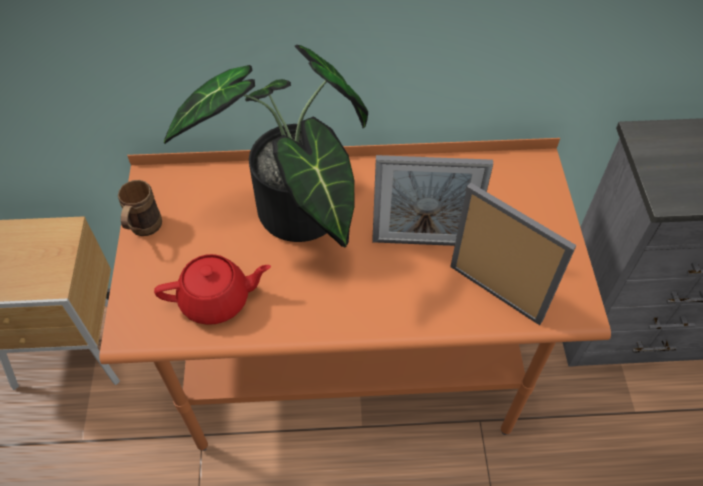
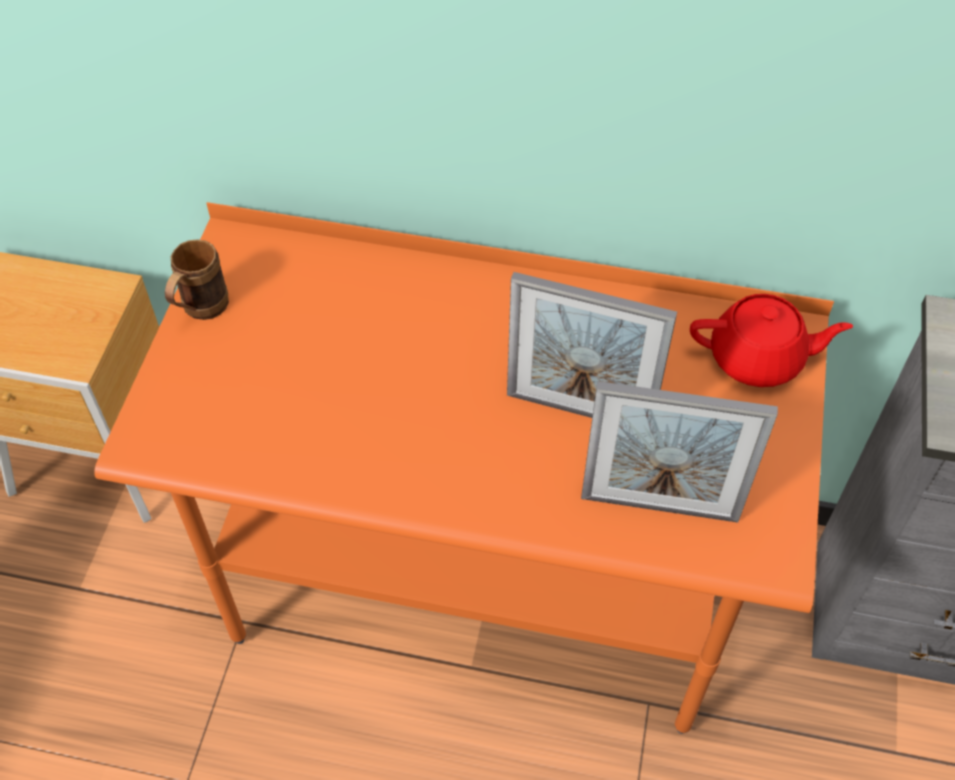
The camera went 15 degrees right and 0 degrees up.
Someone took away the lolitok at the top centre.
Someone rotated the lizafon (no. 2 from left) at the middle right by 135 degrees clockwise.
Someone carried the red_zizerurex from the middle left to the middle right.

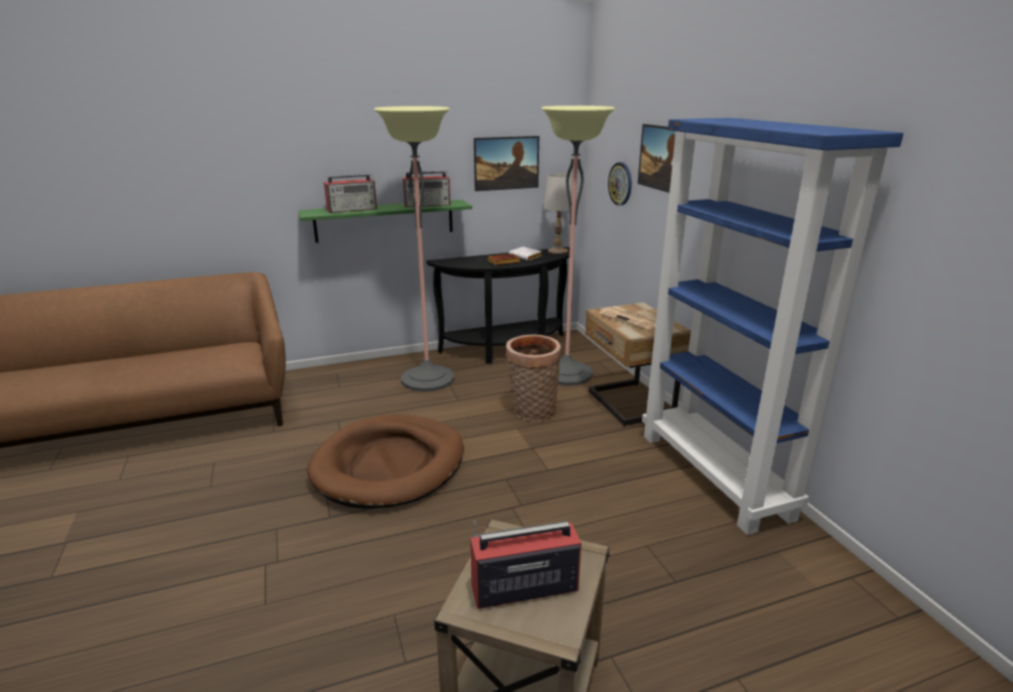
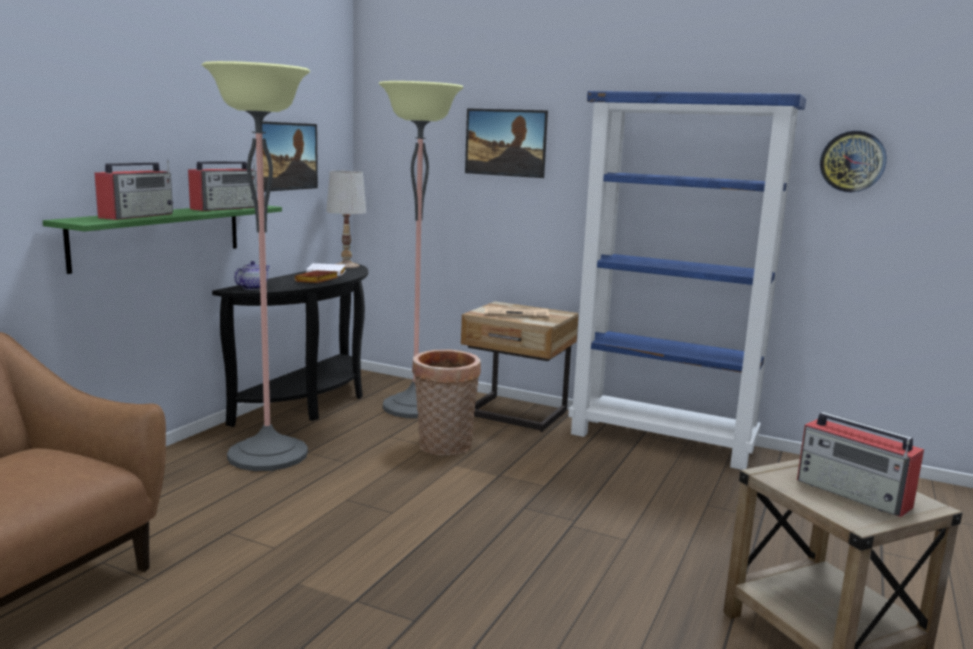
The camera went 45 degrees left and 10 degrees down.
Someone carried the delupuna from the top centre to the top right.
Someone took away the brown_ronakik at the centre.
Someone rotated the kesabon (no. 3 from left) at the bottom centre by 75 degrees counterclockwise.
Someone put down the zizerurex at the middle left.

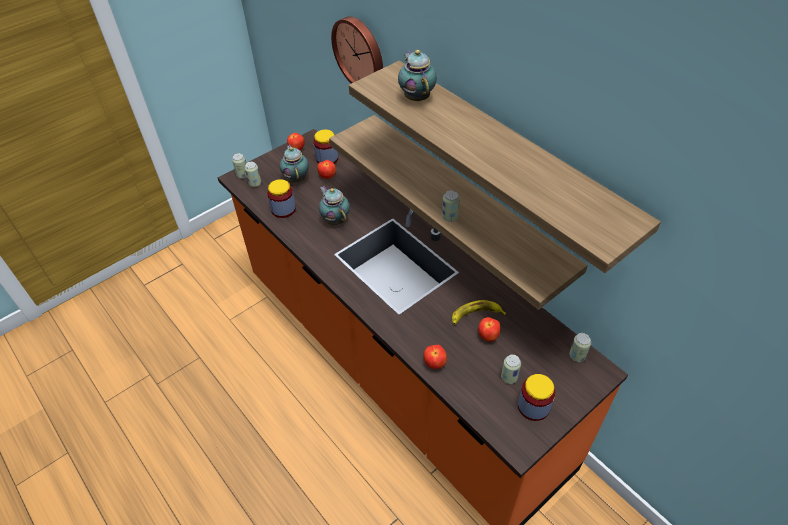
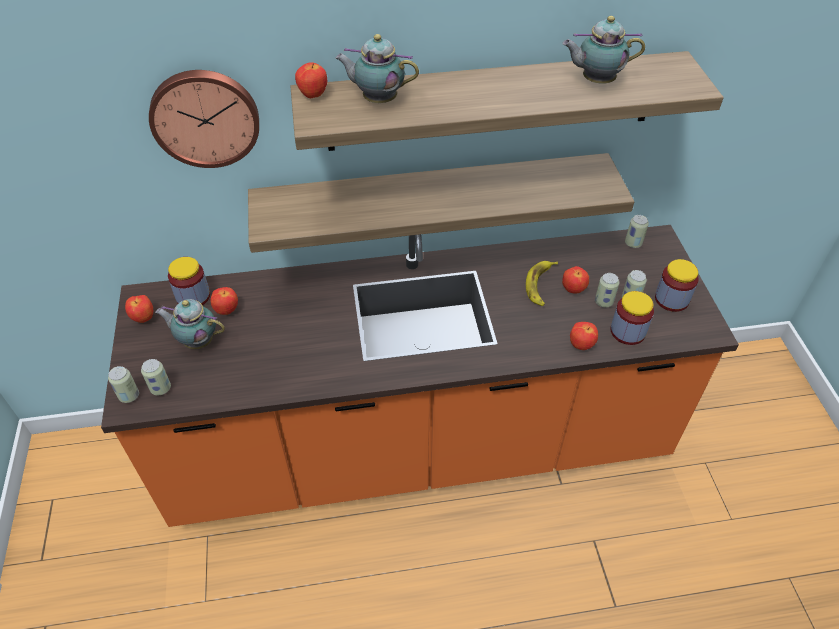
The camera went 60 degrees left and 0 degrees up.
Someone carried the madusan (no. 1 from left in the first image) from the centre to the middle right.
Someone carried the zizerurex (no. 2 from left in the first image) from the centre to the top right.
Someone carried the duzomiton (no. 3 from left) from the centre to the middle right.
Someone put down the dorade (no. 3 from left) at the top centre.

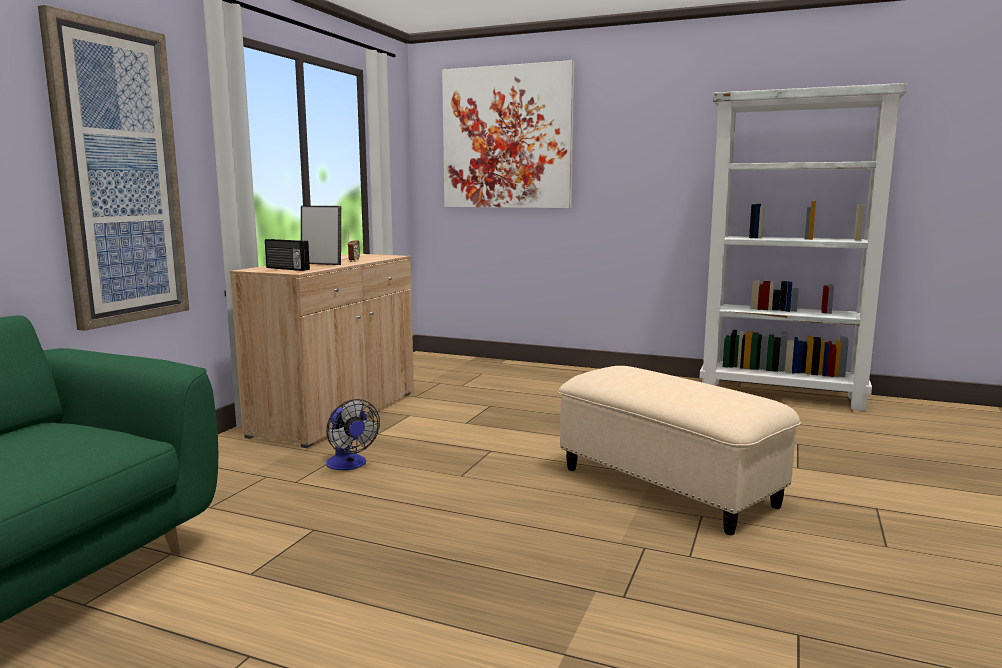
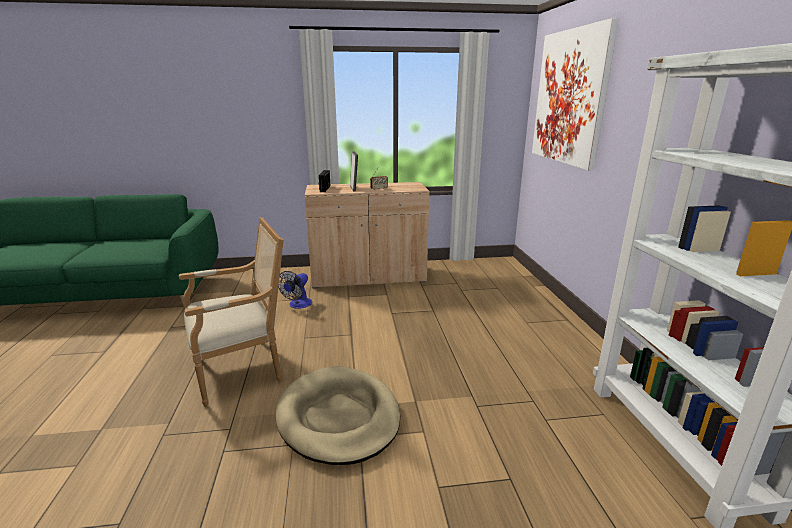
The camera went 60 degrees right and 10 degrees up.
Someone took away the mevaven (no. 1 from left) at the top left.
Someone swapped the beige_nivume at the bottom right for the beige_ronakik at the bottom centre.
Someone put down the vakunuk at the middle left.

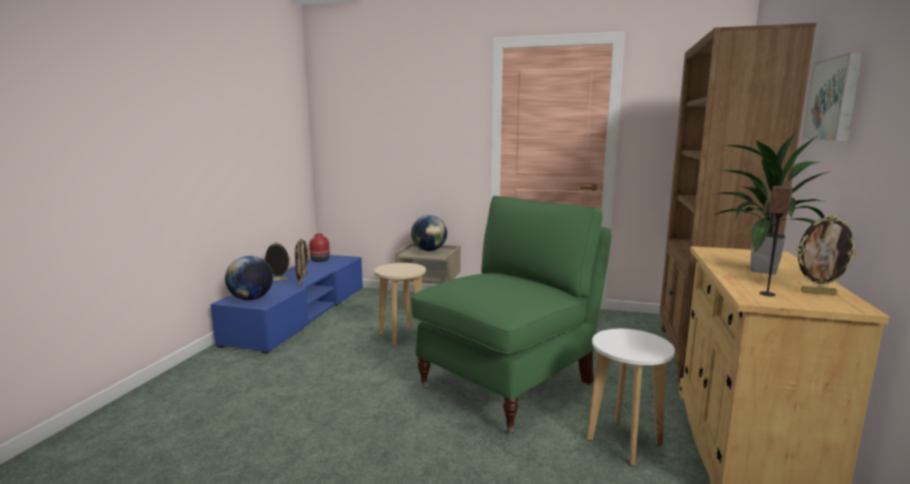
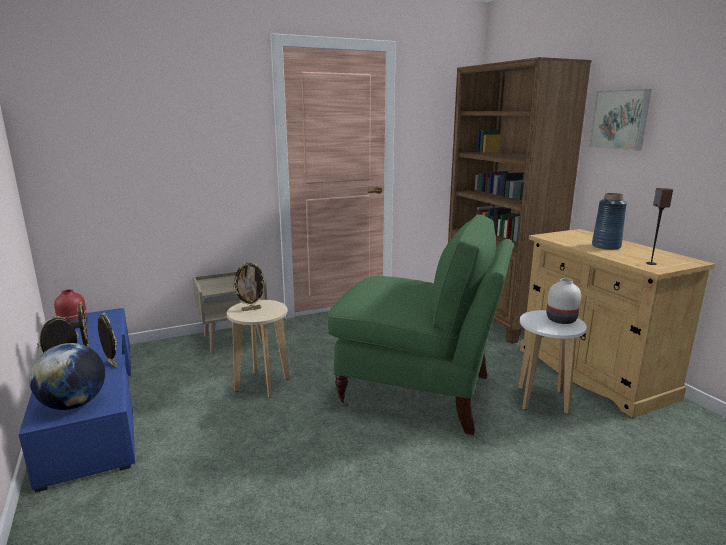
The camera went 40 degrees left and 5 degrees up.
Someone swapped the lolitok at the middle right for the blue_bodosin at the middle right.
Someone rotated the green_vakunuk at the centre by 105 degrees clockwise.
Someone carried the lizafon (no. 4 from left) from the middle right to the centre.
Someone took away the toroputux (no. 2 from left) at the centre.
Someone put down the white_bodosin at the middle right.

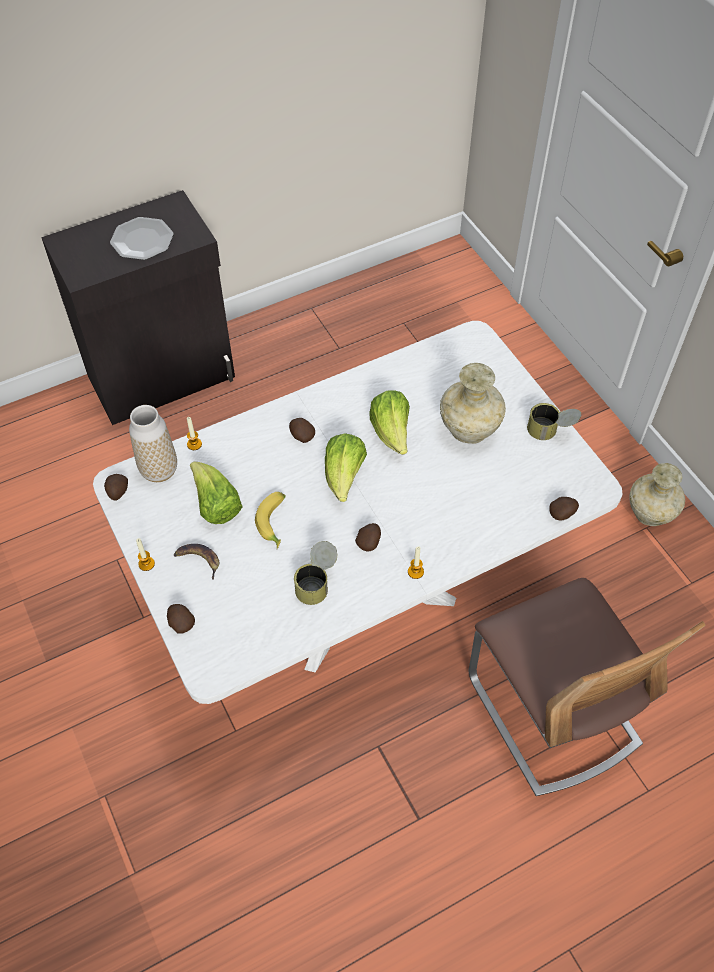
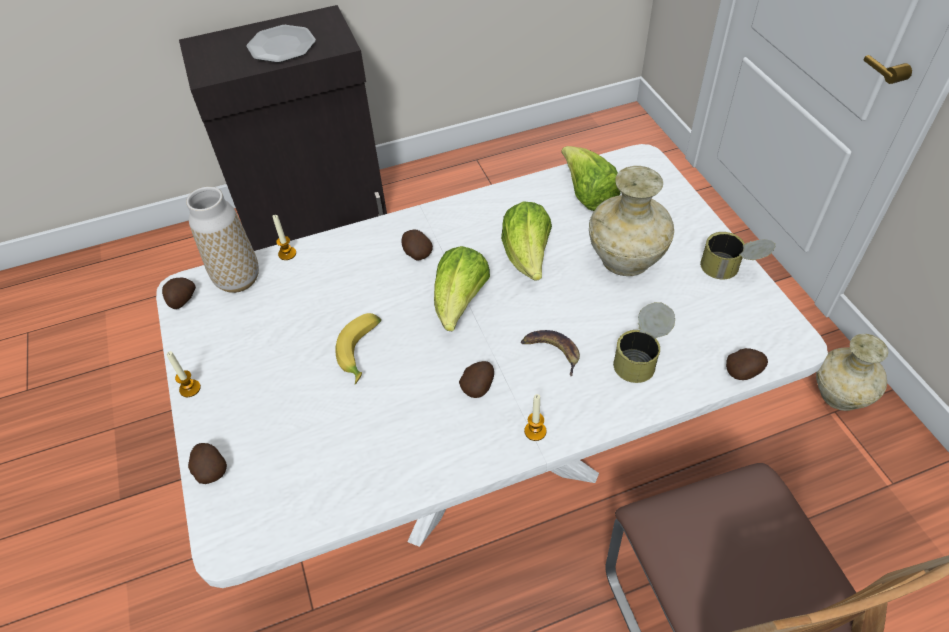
The camera went 10 degrees right and 5 degrees down.
Someone carried the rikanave (no. 1 from left in the first image) from the middle left to the top centre.
Someone carried the duzomiton (no. 1 from left) from the centre to the middle right.
Someone carried the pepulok (no. 1 from left in the first image) from the middle left to the centre.

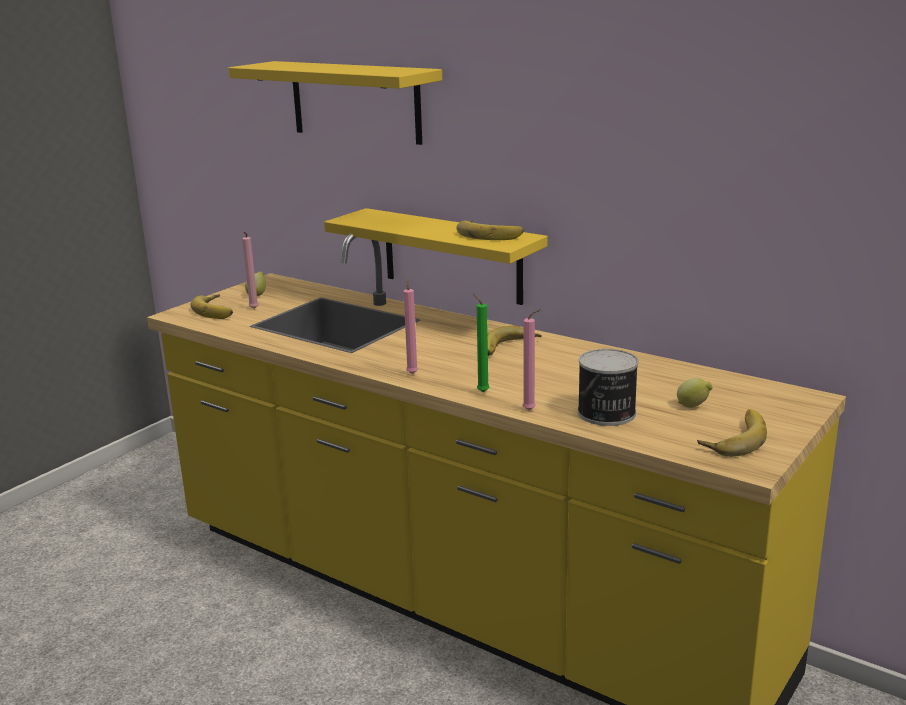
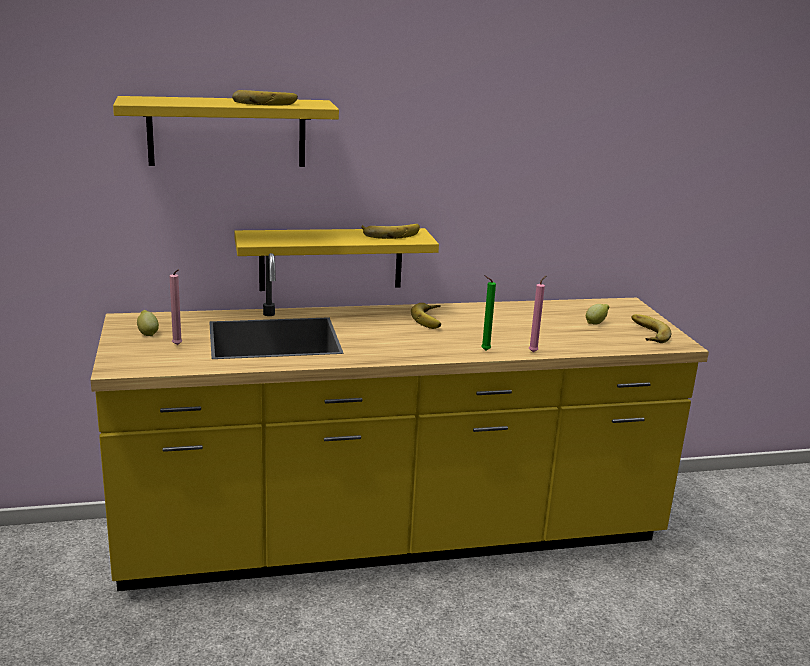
The camera went 50 degrees left and 0 degrees up.
Someone took away the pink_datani (no. 2 from left) at the centre.
Someone carried the pepulok (no. 1 from left) from the middle left to the top left.
Someone took away the duzomiton at the middle right.

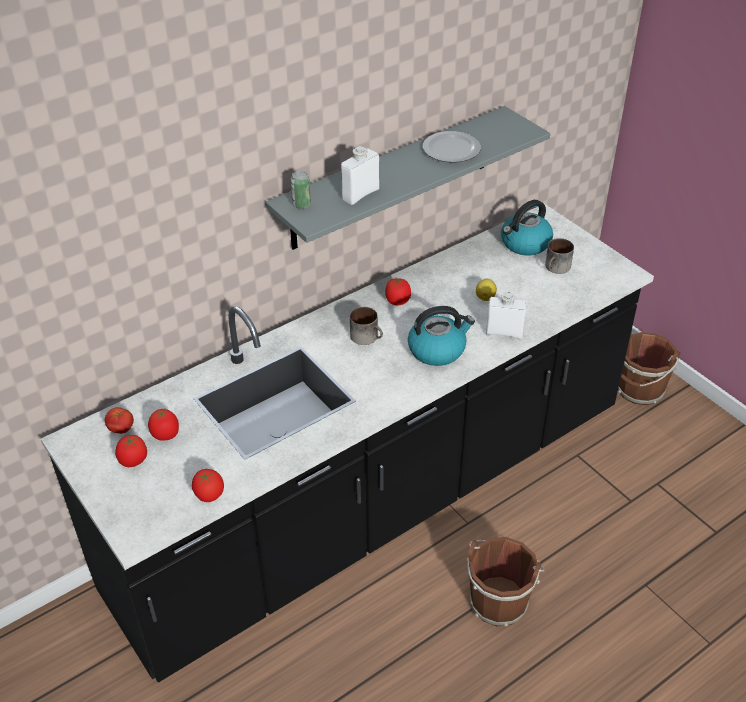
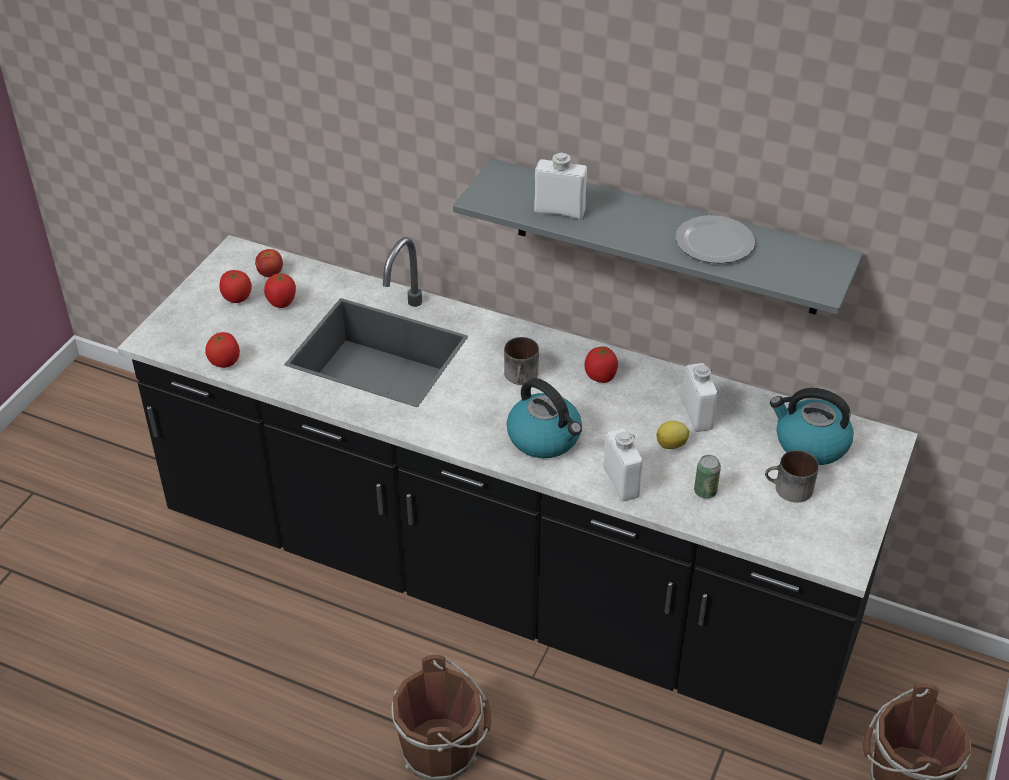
The camera went 60 degrees right and 0 degrees up.
Someone carried the duzomiton from the top centre to the middle right.
Someone put down the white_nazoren (no. 3 from left) at the middle right.

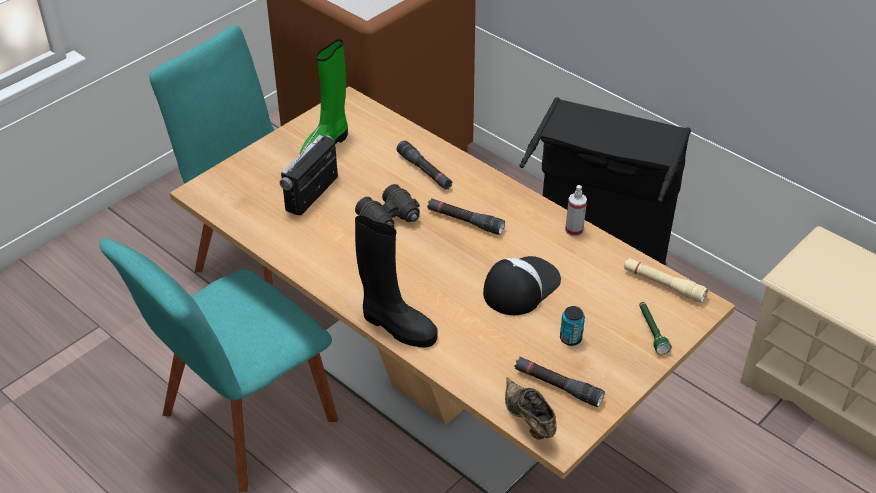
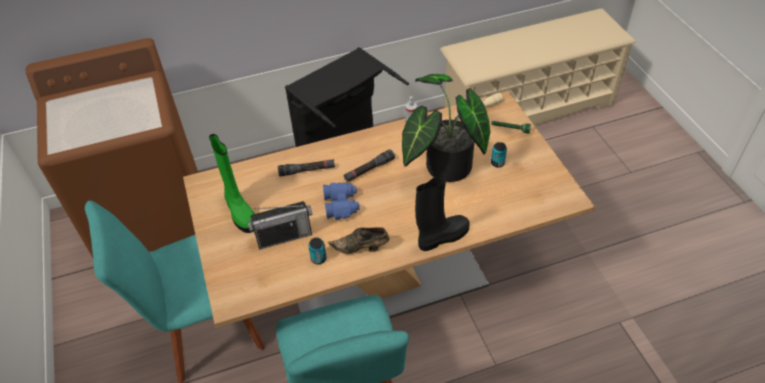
The camera went 60 degrees left and 5 degrees up.
Someone rotated the kesabon at the centre by 75 degrees counterclockwise.
Someone repainted the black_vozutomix at the centre, which became the blue_vozutomix at the centre.
Someone swapped the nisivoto at the centre for the lolitok at the centre.
Someone took away the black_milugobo (no. 3 from left) at the bottom centre.
Someone carried the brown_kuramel from the bottom centre to the centre.
Someone put down the duzomiton (no. 1 from left) at the centre.

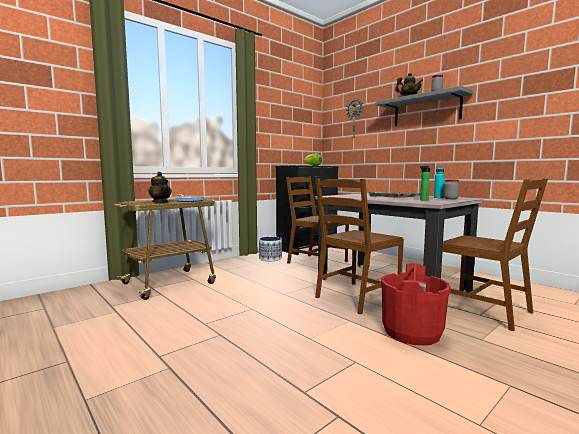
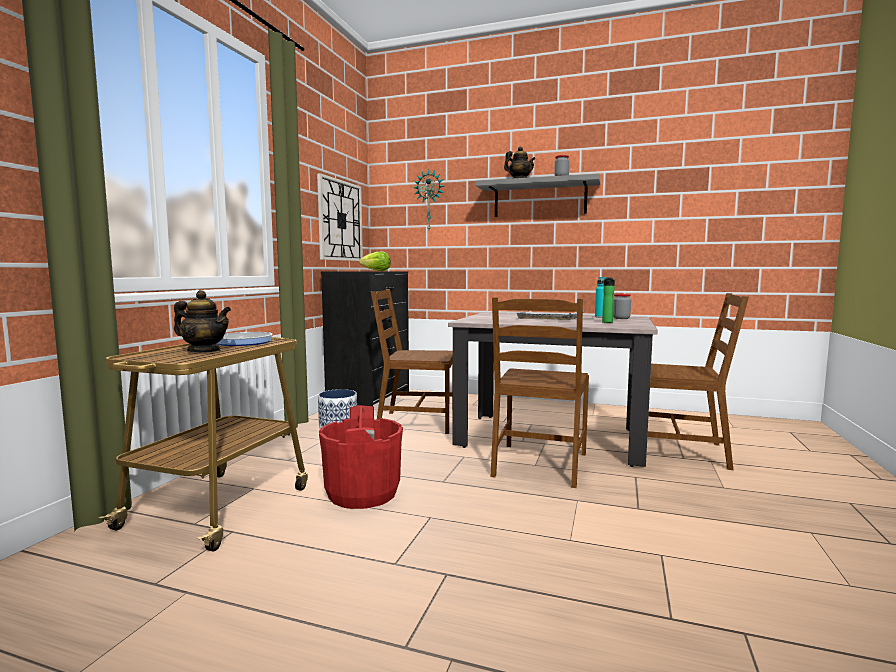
The camera went 30 degrees left and 0 degrees up.
Someone carried the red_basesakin from the bottom right to the bottom centre.
Someone put up the delupuna (no. 1 from left) at the top centre.

